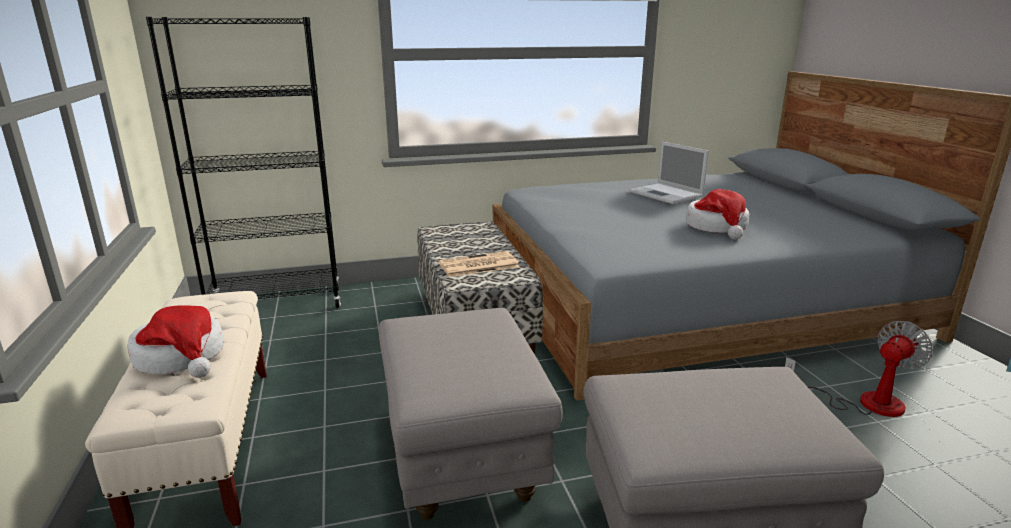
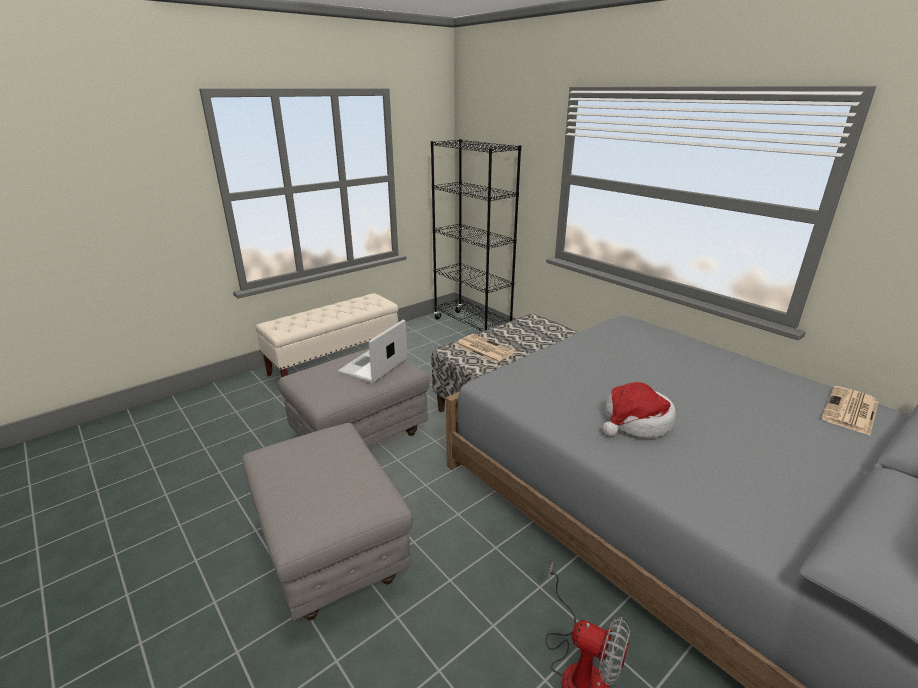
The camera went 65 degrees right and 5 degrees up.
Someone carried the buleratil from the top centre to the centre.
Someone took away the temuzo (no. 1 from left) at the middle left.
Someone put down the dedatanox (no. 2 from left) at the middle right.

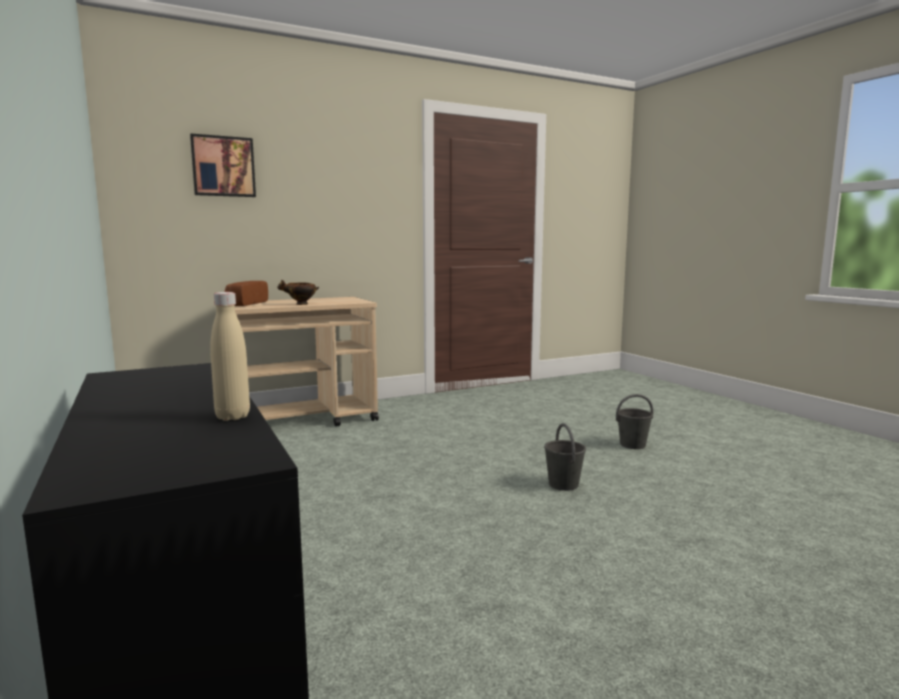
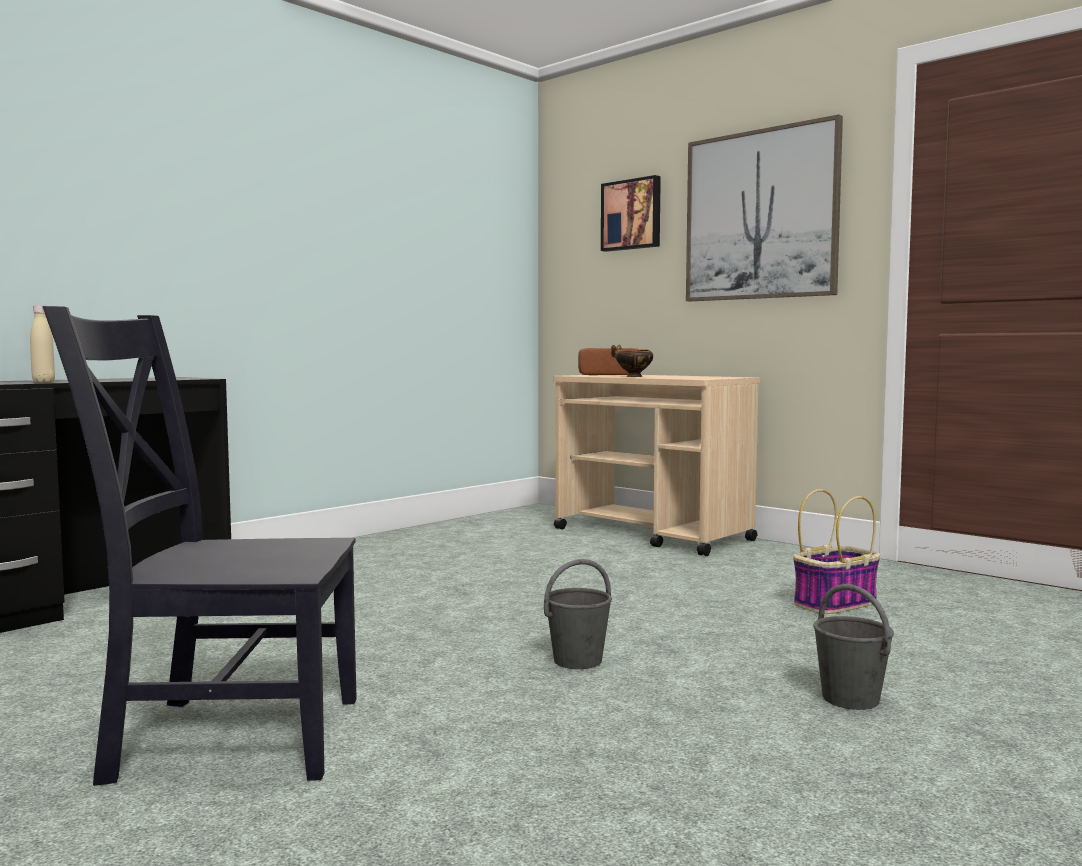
The camera went 70 degrees right and 5 degrees down.
Someone put up the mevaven (no. 2 from left) at the top right.
Someone put down the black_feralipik at the middle left.
Someone put down the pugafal at the middle right.

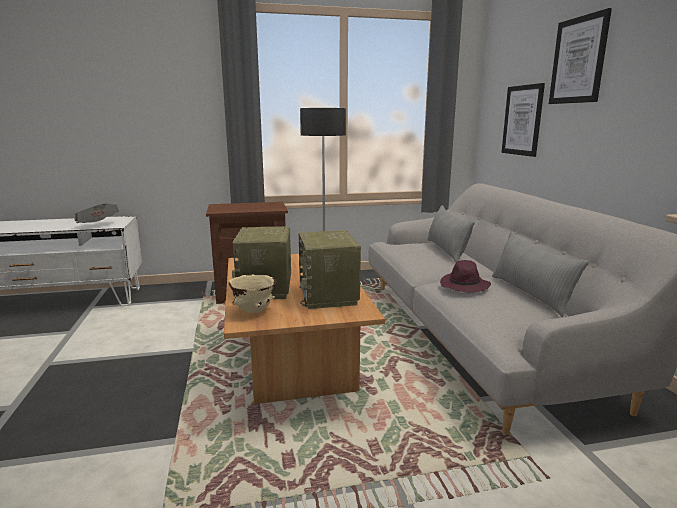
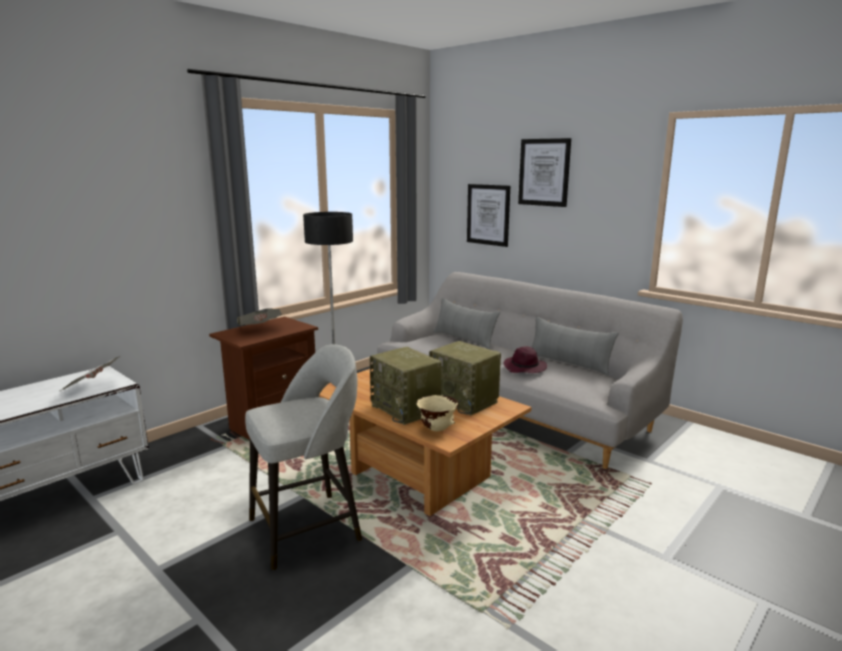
The camera went 35 degrees left and 0 degrees up.
Someone put down the dedatanox (no. 2 from left) at the middle left.
Someone put down the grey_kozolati at the bottom centre.

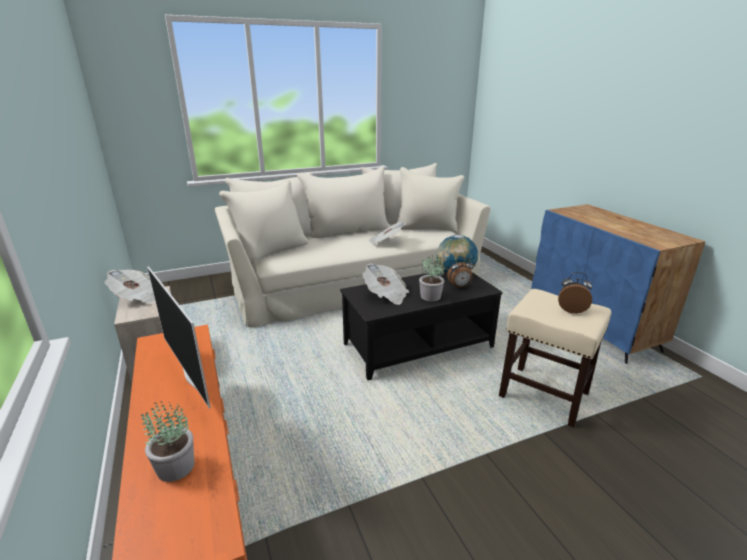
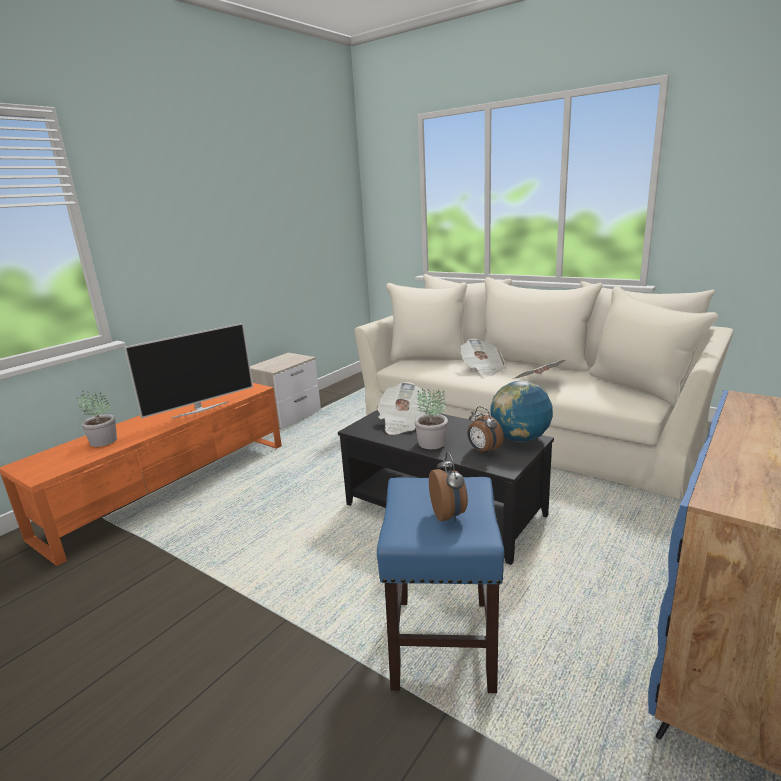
The camera went 60 degrees right and 5 degrees down.
Someone rotated the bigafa at the middle left by 150 degrees counterclockwise.
Someone carried the dedatanox (no. 1 from left in the first image) from the middle left to the centre.
Someone repainted the beige_kozolati at the middle right, which became the blue_kozolati at the bottom centre.

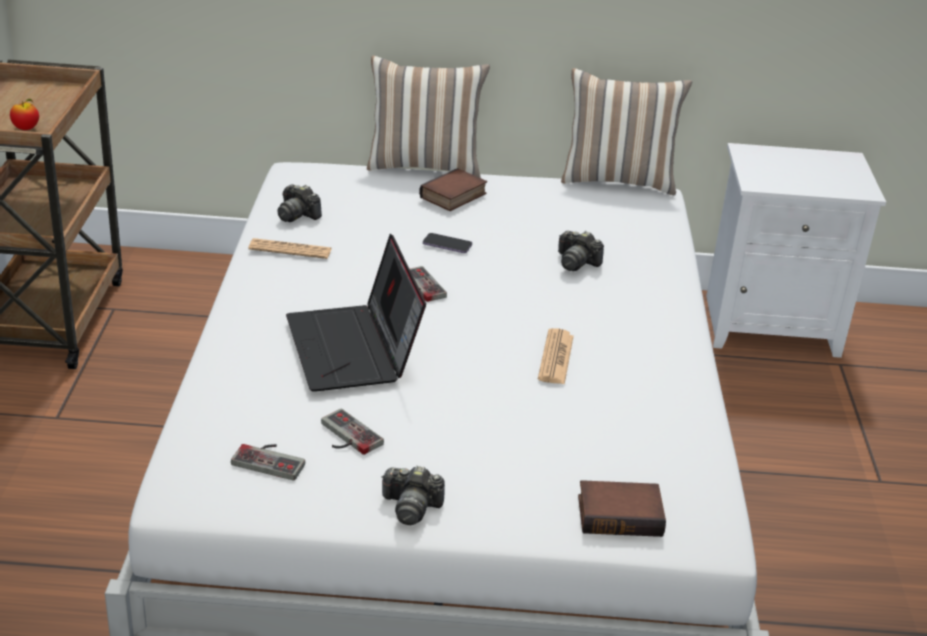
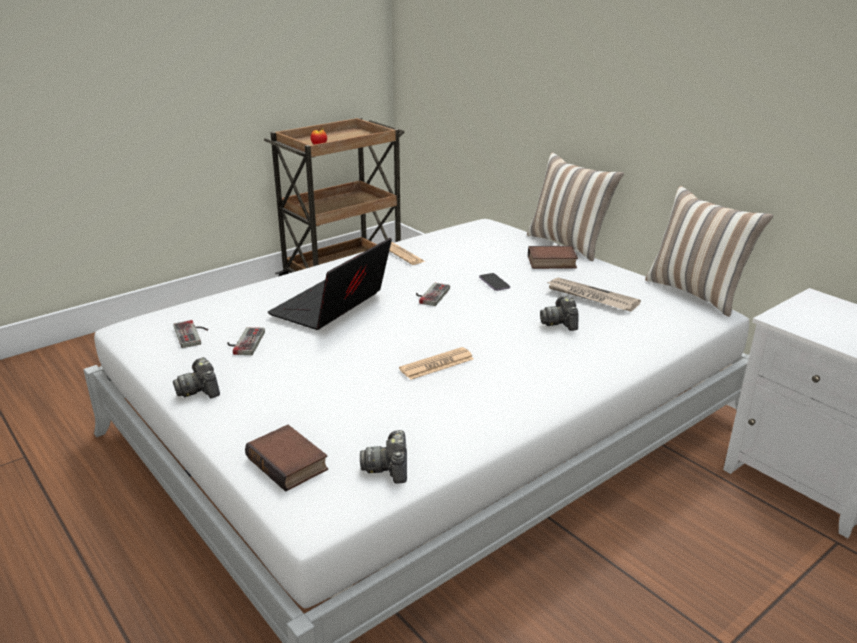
The camera went 50 degrees right and 5 degrees down.
Someone carried the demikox (no. 1 from left in the first image) from the top left to the bottom centre.
Someone put down the dedatanox (no. 3 from left) at the middle right.

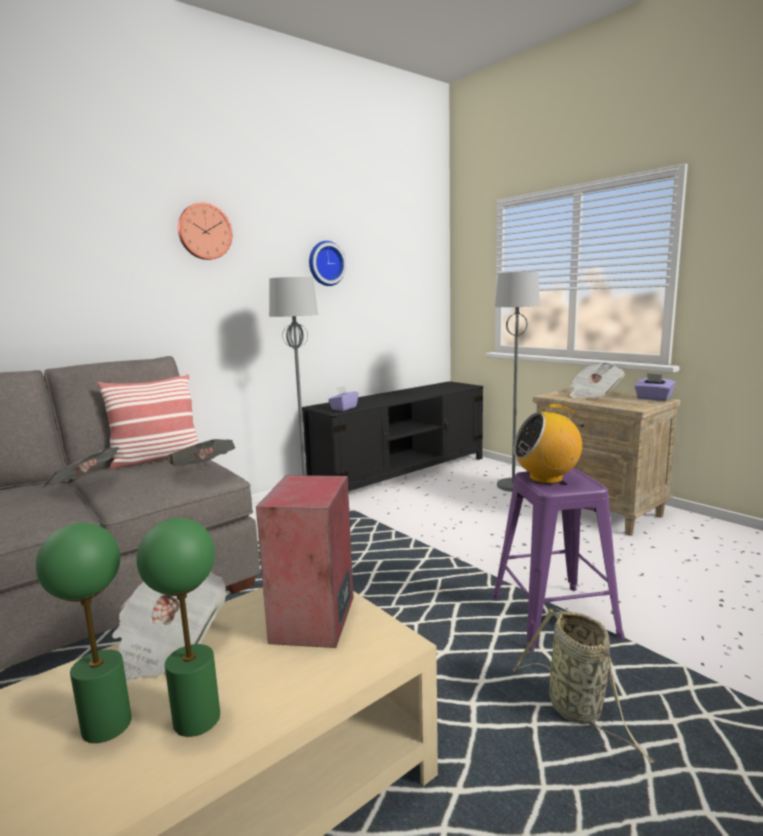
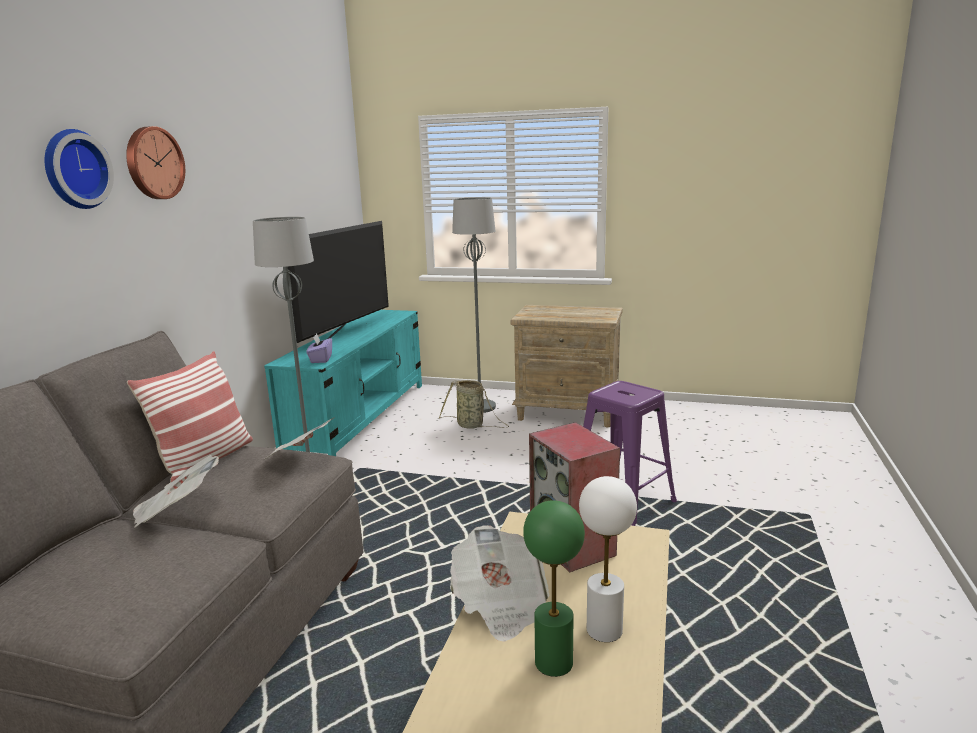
The camera went 35 degrees left and 5 degrees up.
Someone carried the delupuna (no. 2 from left in the first image) from the top centre to the top left.
Someone took away the dedatanox (no. 4 from left) at the middle right.
Someone took away the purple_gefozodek (no. 2 from left) at the middle right.
Someone repainted the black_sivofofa at the centre, which became the turquoise_sivofofa at the centre.
Someone took away the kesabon at the middle right.
Someone repainted the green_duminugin (no. 2 from left) at the bottom left, which became the white_duminugin at the bottom centre.
Someone carried the pugafal from the bottom right to the centre.
Someone put down the bigafa at the centre.

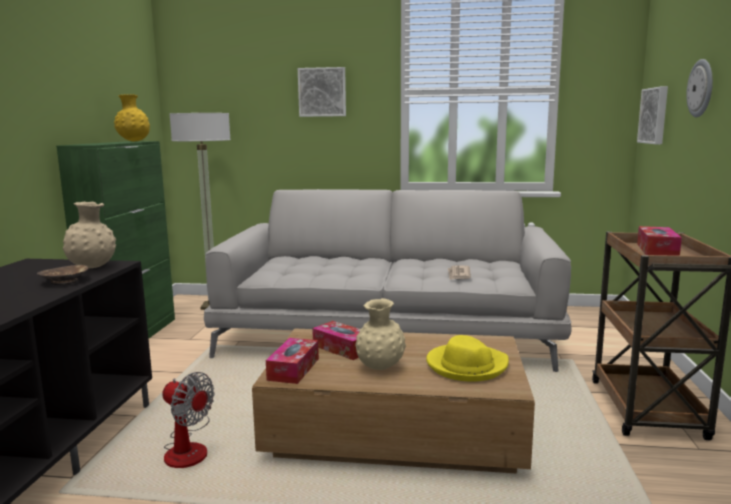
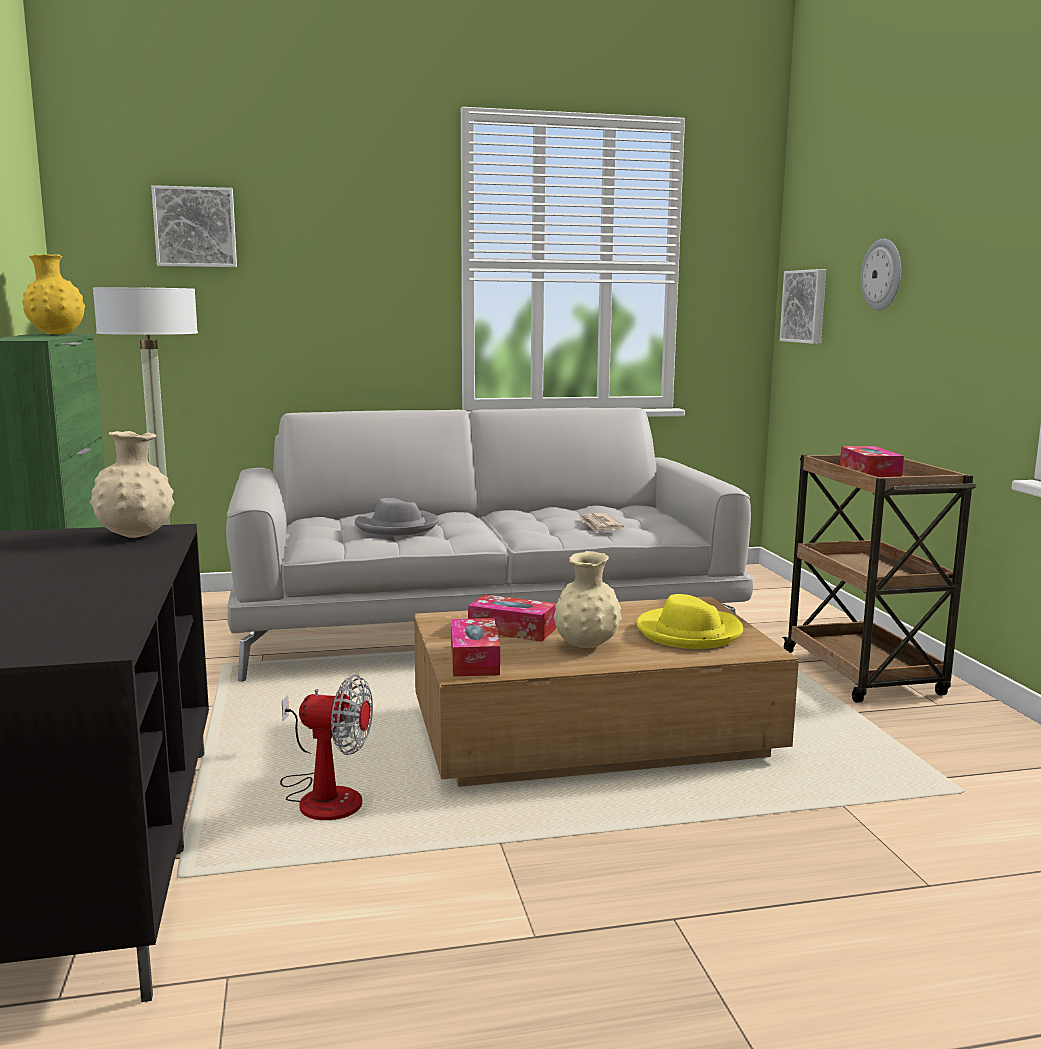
The camera went 20 degrees left and 0 degrees up.
Someone carried the mevaven (no. 1 from left) from the top centre to the top left.
Someone took away the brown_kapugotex at the middle left.
Someone put down the grey_temuzo at the centre.

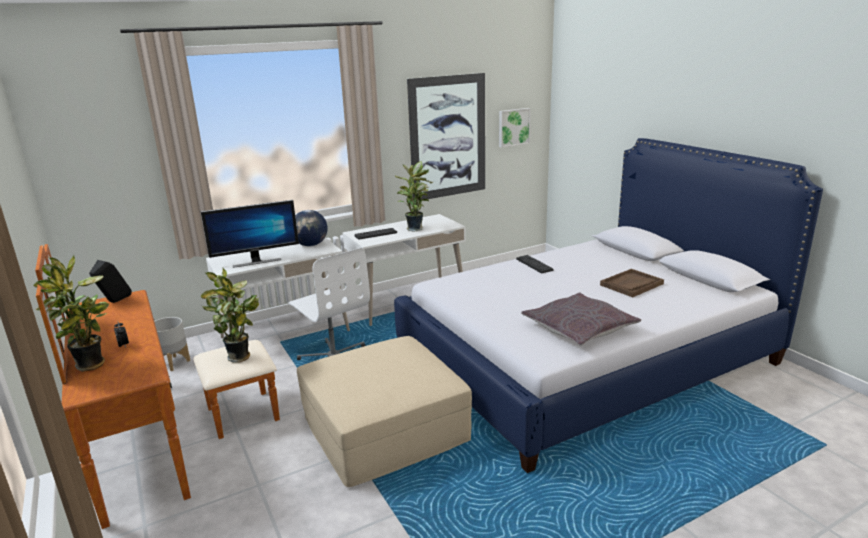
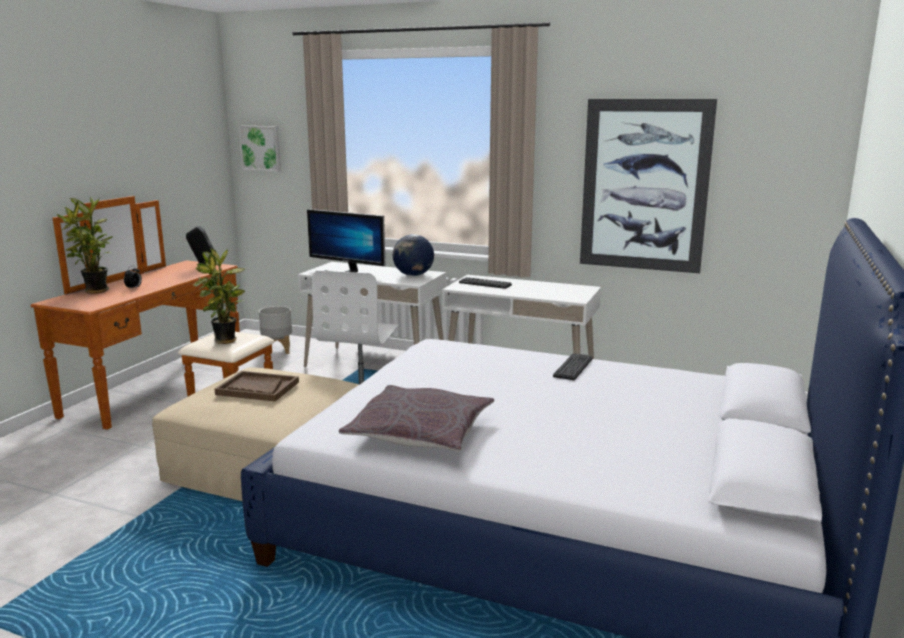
The camera went 50 degrees right and 5 degrees down.
Someone carried the mevaven (no. 2 from left in the first image) from the top centre to the top left.
Someone took away the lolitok (no. 3 from left) at the centre.
Someone carried the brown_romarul from the middle right to the middle left.

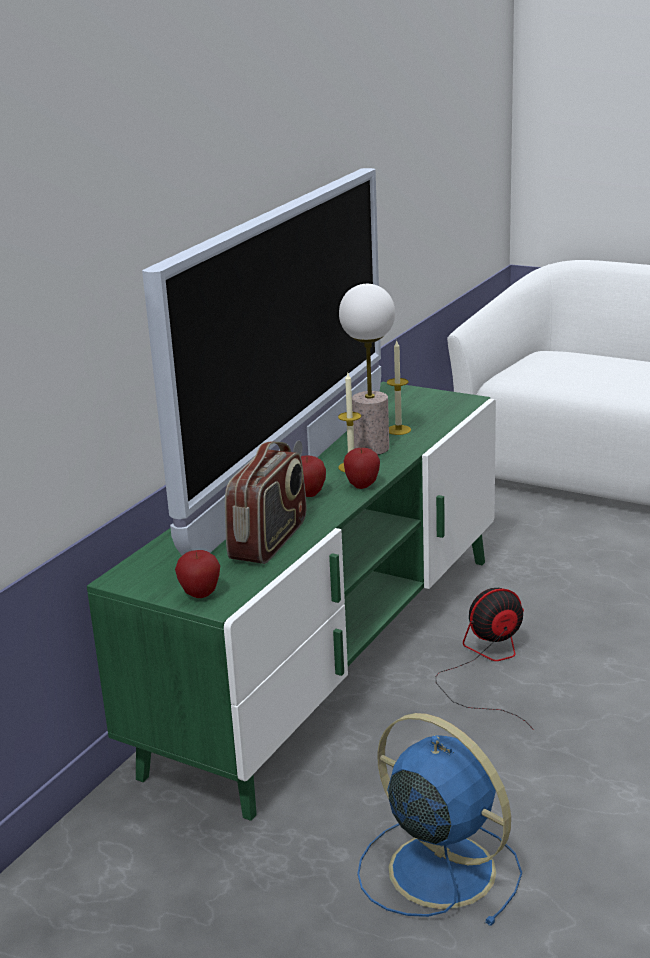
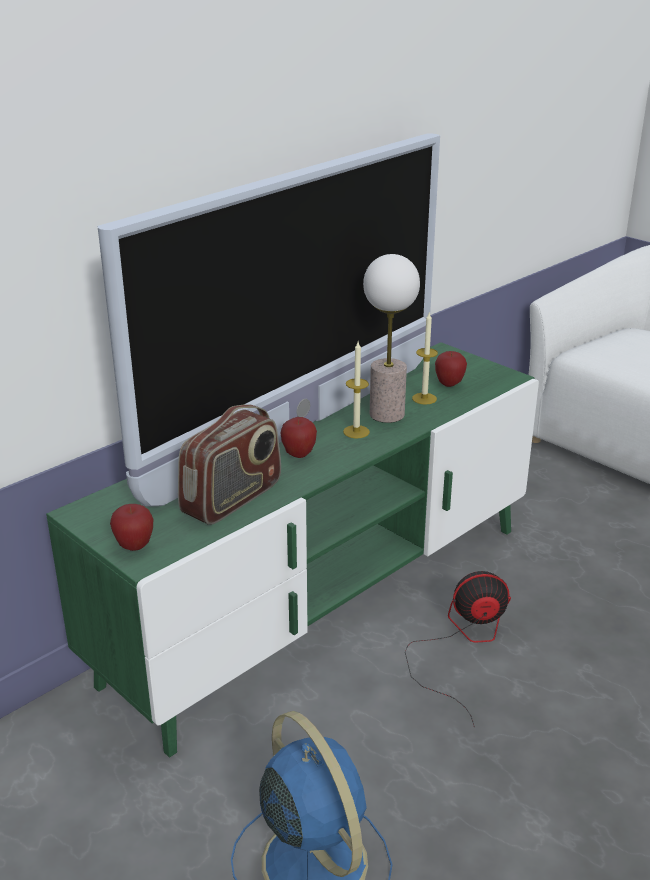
The camera went 15 degrees right and 5 degrees up.
Someone carried the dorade (no. 3 from left) from the centre to the middle right.

